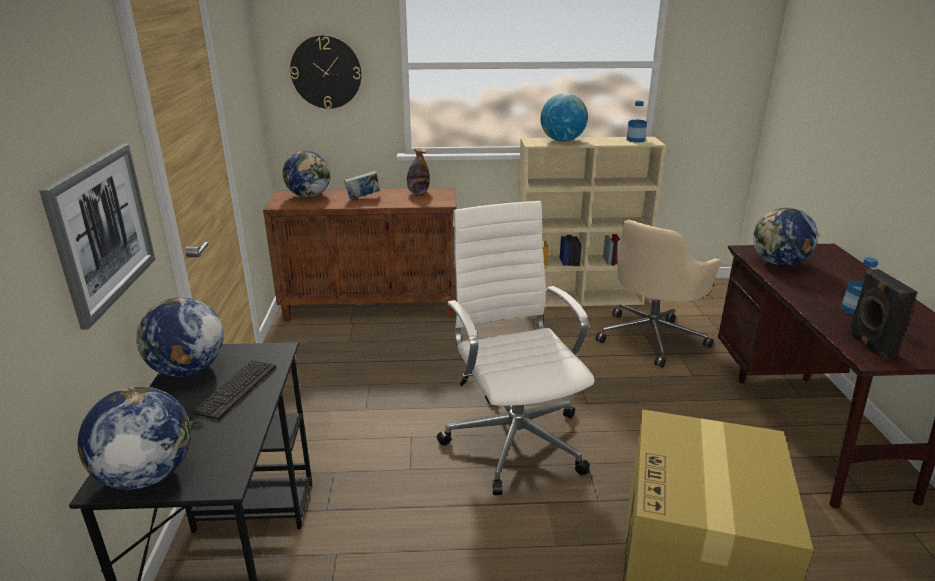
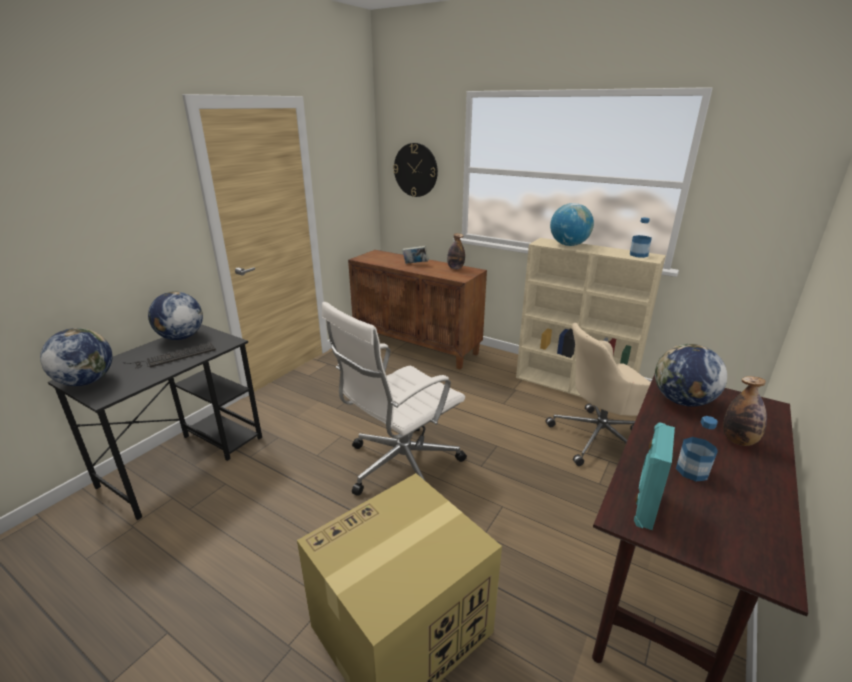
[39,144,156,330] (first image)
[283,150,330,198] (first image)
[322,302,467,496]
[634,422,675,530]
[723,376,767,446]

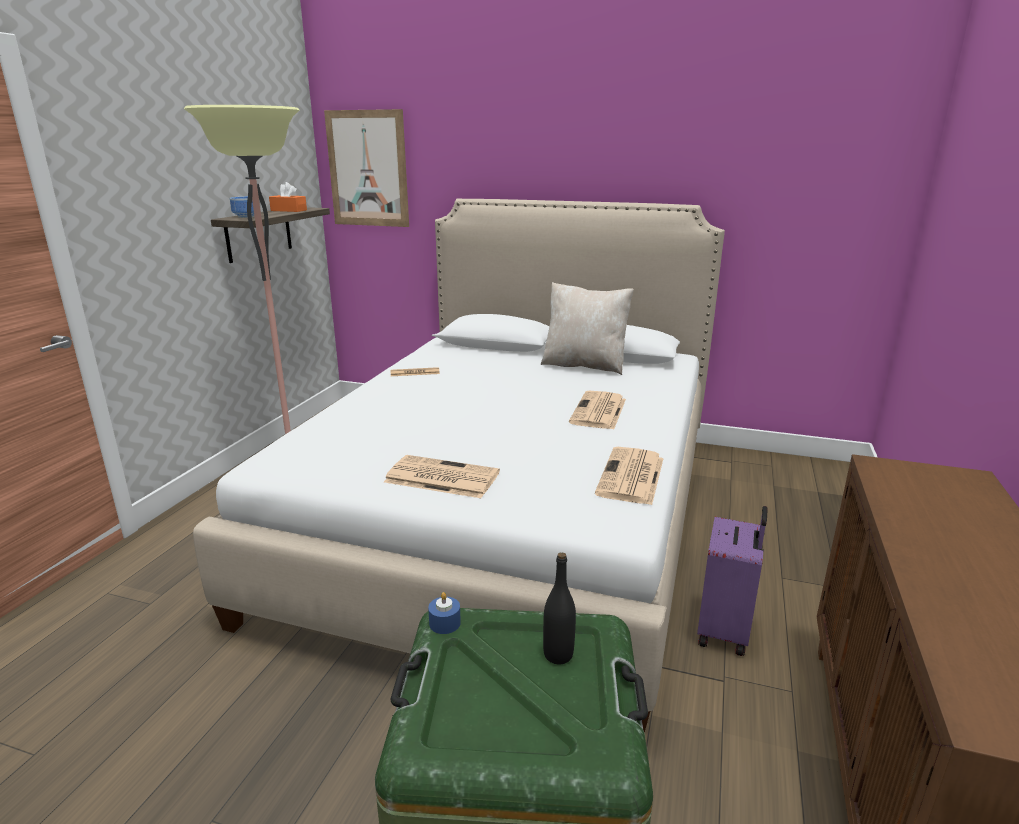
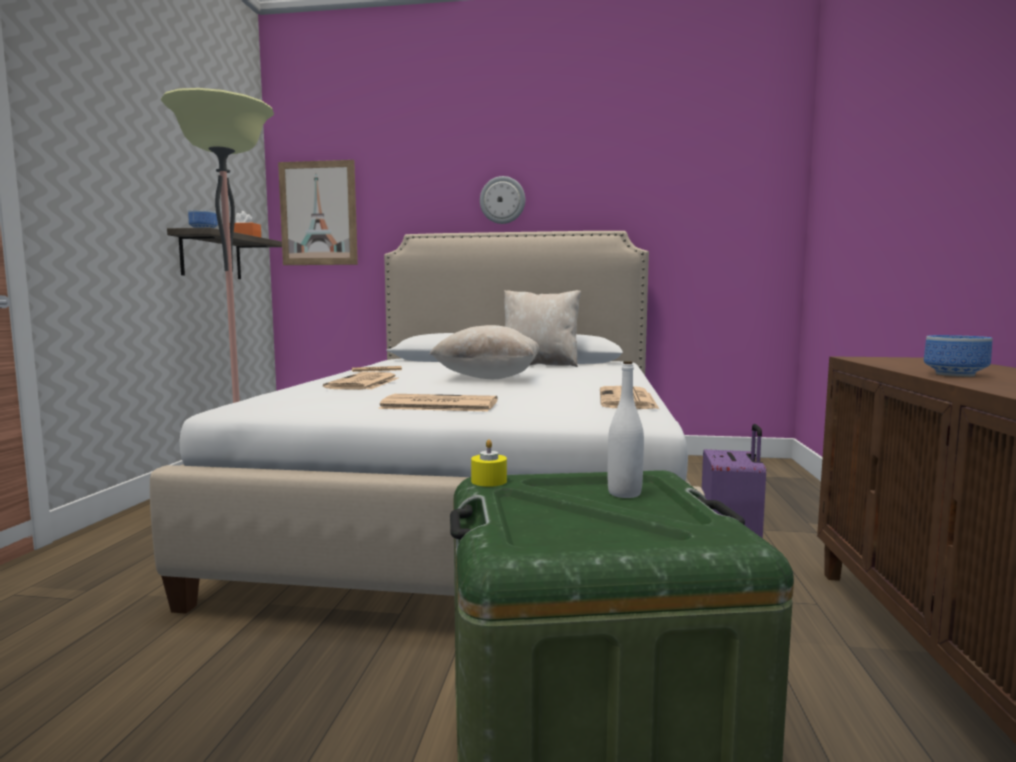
[323,372,398,390]
[608,361,644,498]
[471,439,507,487]
[480,176,525,224]
[429,325,540,379]
[924,335,992,377]

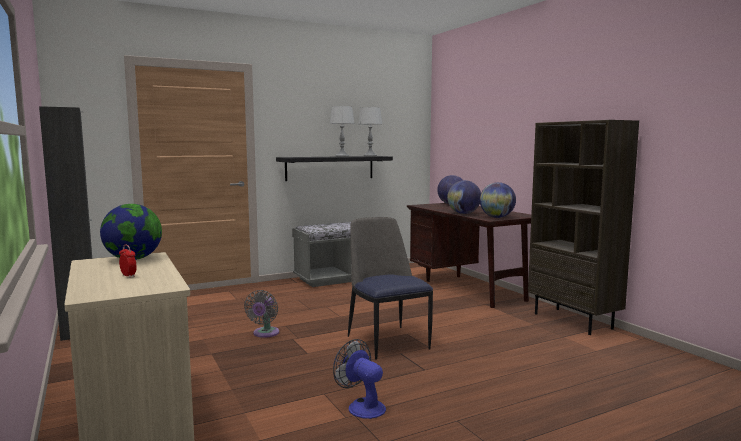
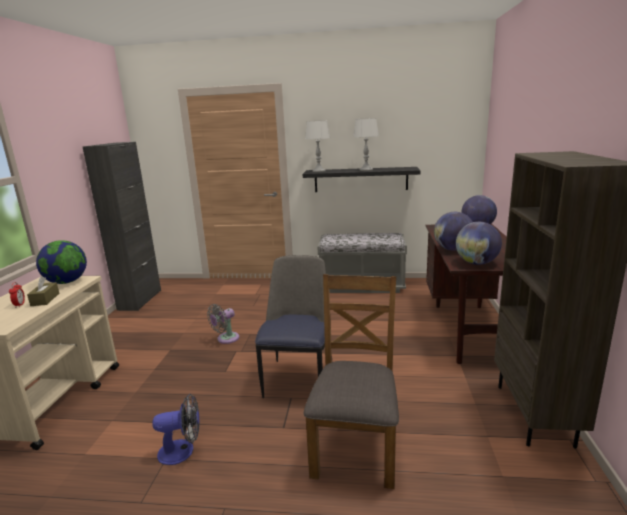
[305,120,330,172]
[152,394,199,465]
[304,274,399,489]
[27,276,59,306]

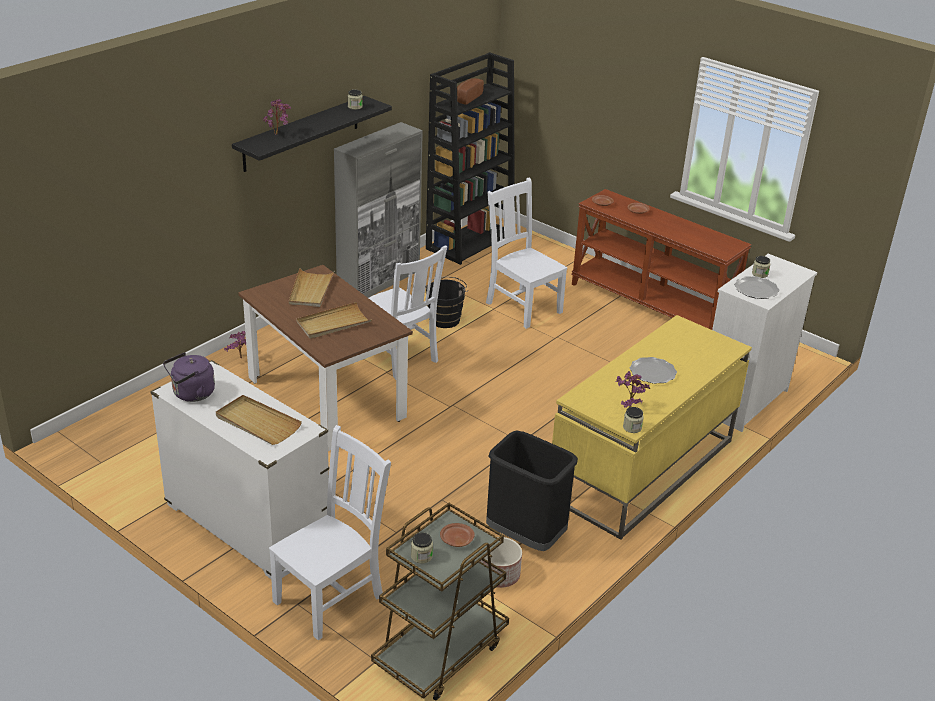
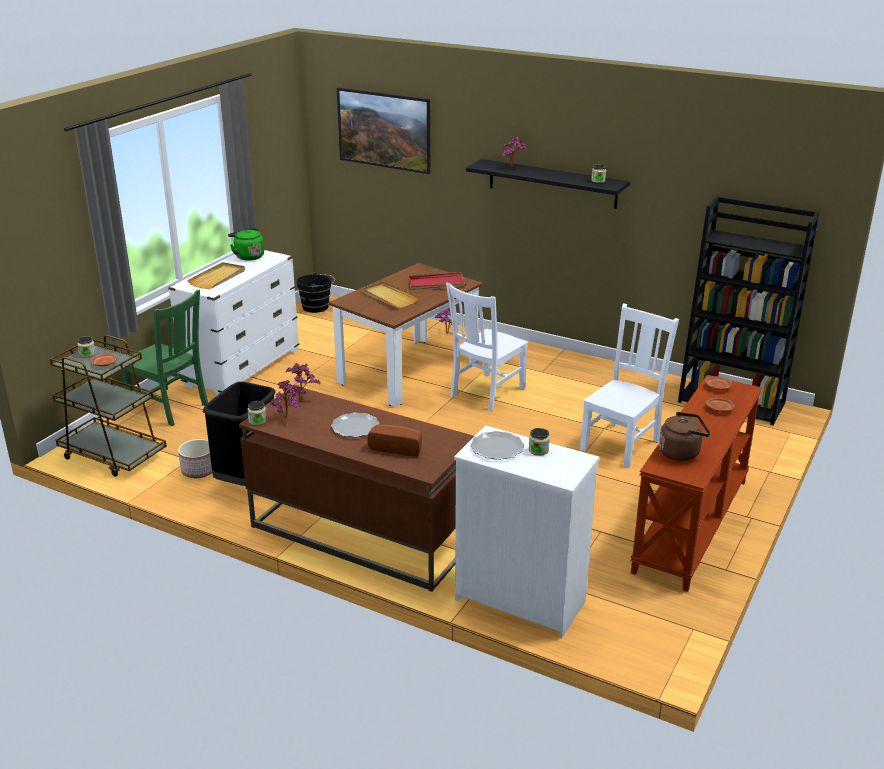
[368,424,422,456]
[334,122,423,298] (first image)
[409,272,466,290]
[297,272,335,313]
[239,387,474,592]
[228,228,264,261]
[121,290,208,426]
[337,87,430,174]
[285,363,321,401]
[659,412,710,461]

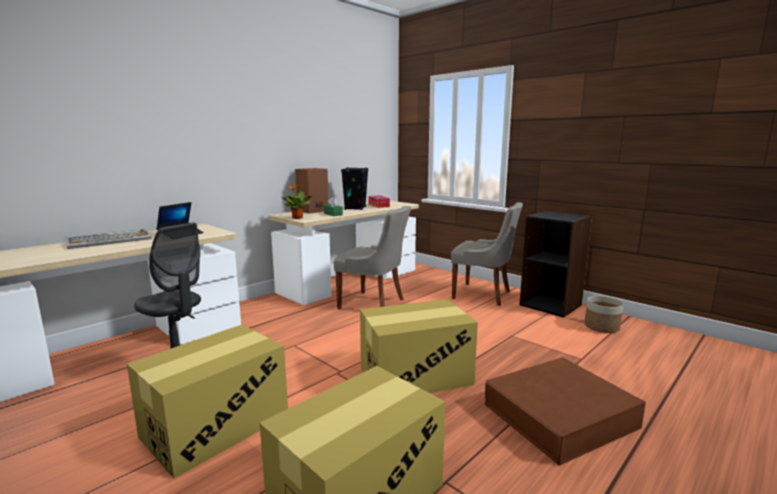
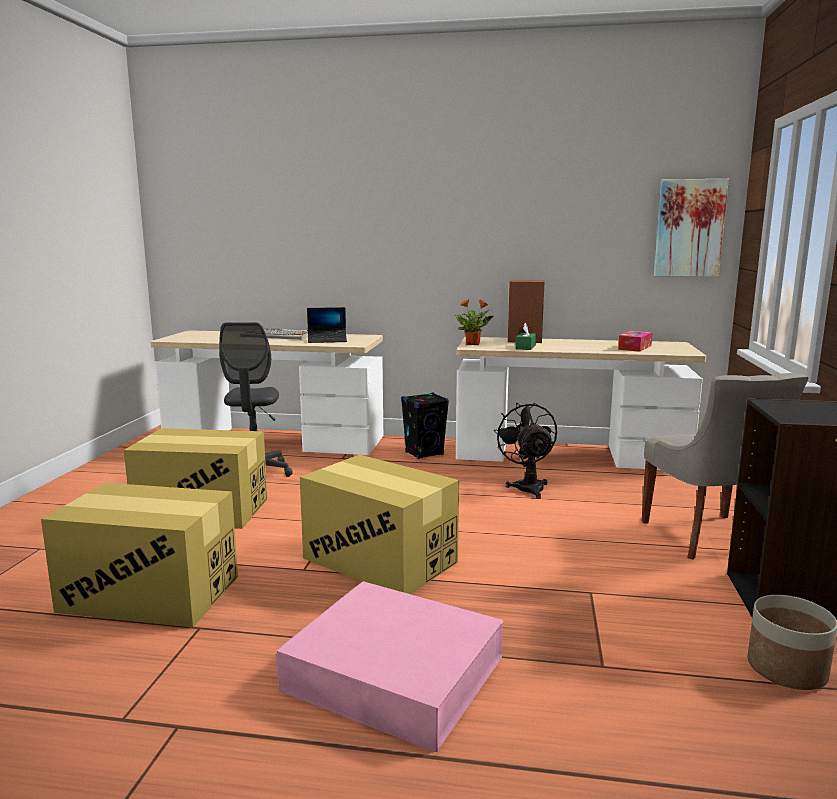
[401,392,449,459]
[494,403,557,499]
[276,581,503,752]
[654,179,729,277]

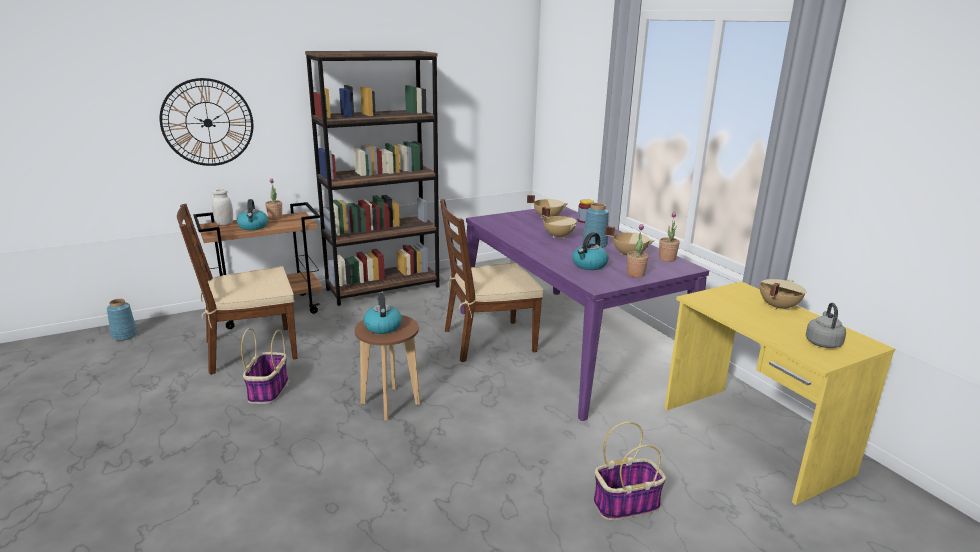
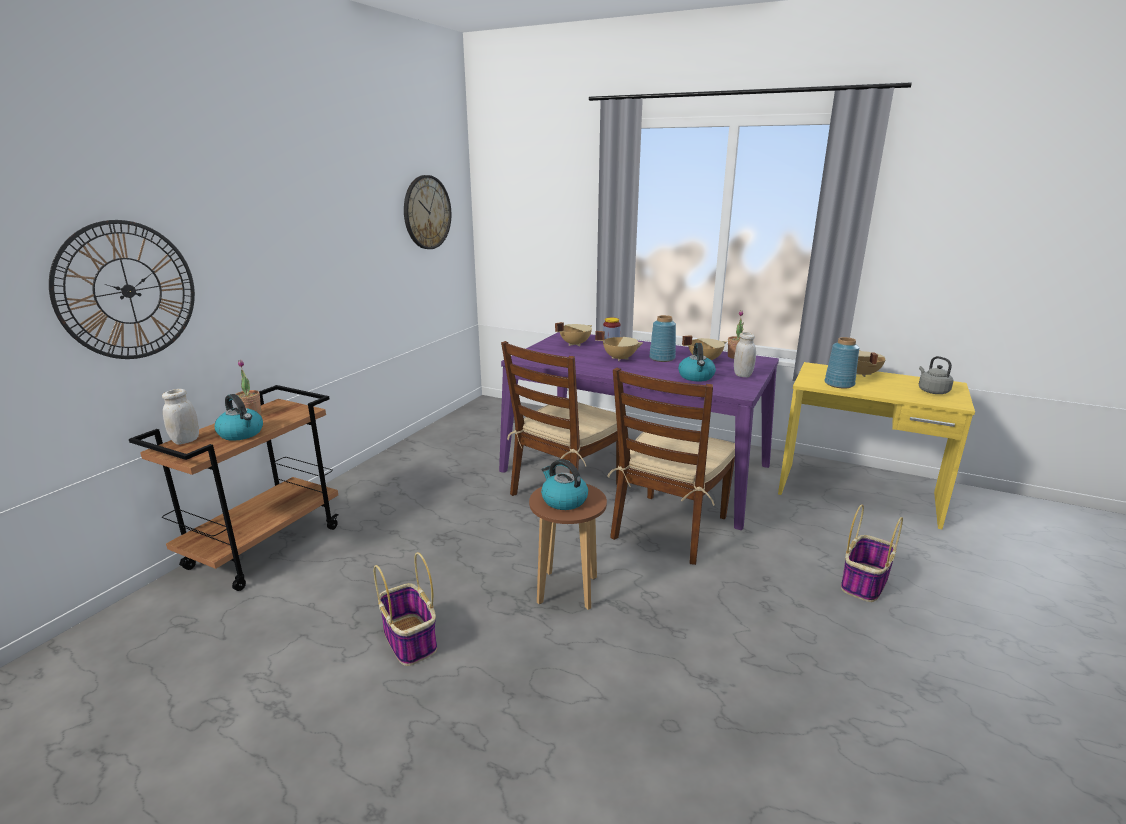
[305,51,439,306] (first image)
[607,368,735,565]
[734,332,756,377]
[824,337,859,388]
[404,175,451,249]

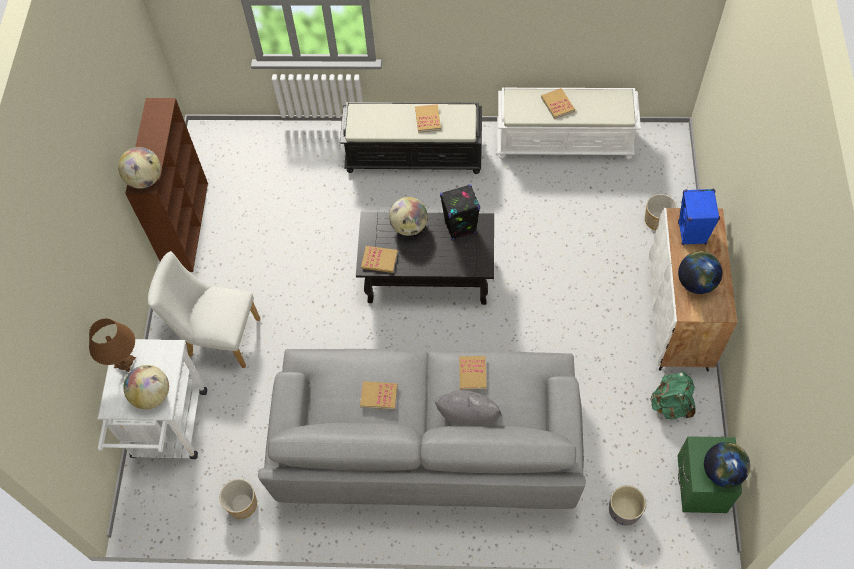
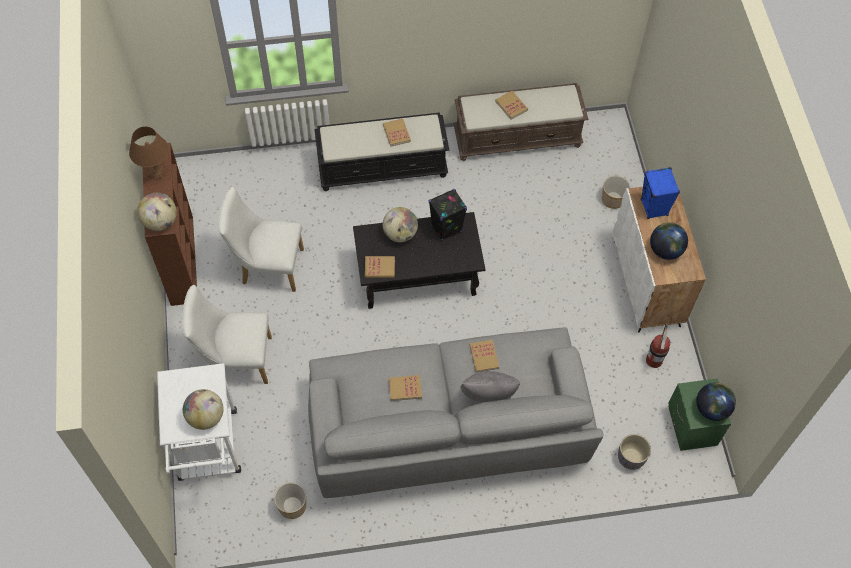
[453,83,589,161]
[129,127,169,180]
[646,323,670,368]
[218,187,304,292]

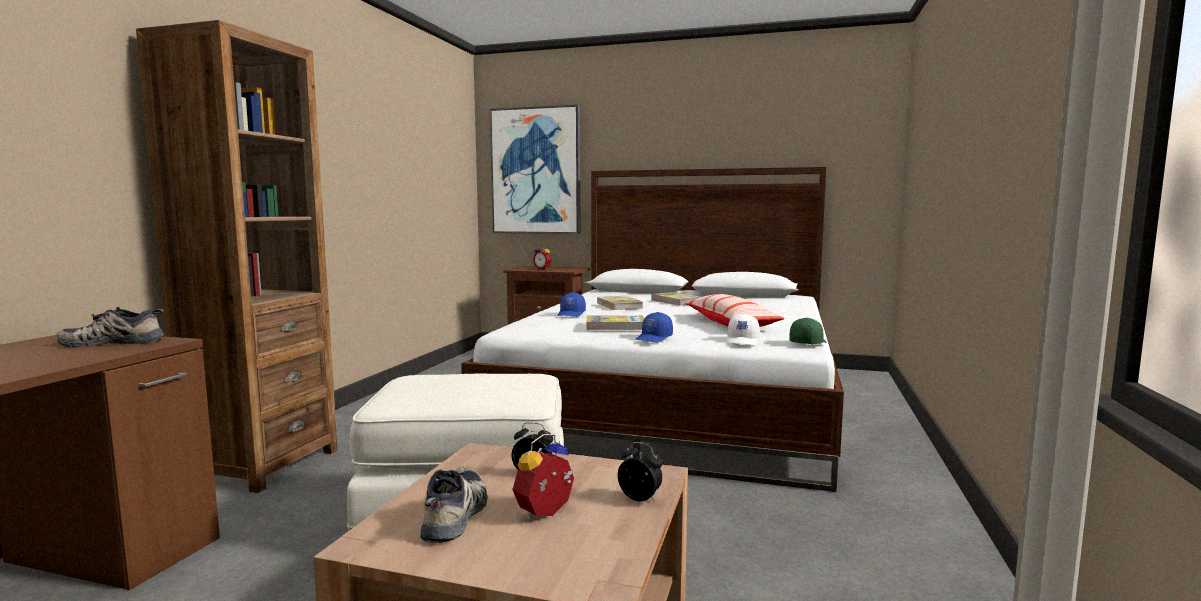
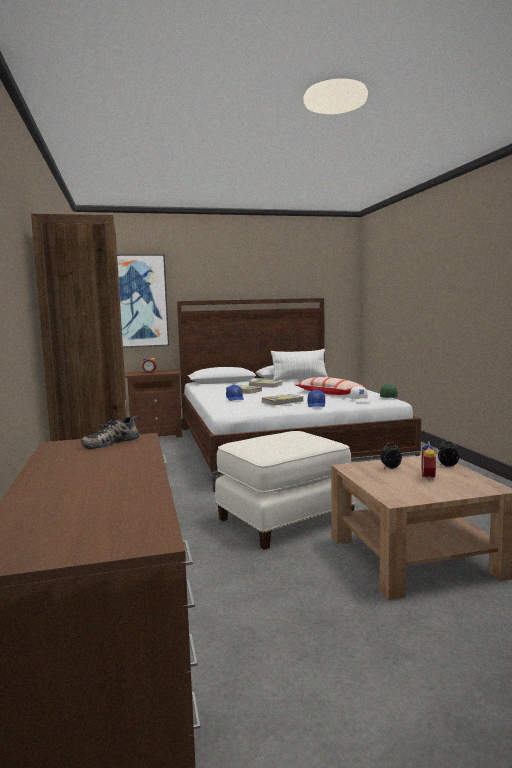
[421,466,488,543] (first image)
[271,349,328,381]

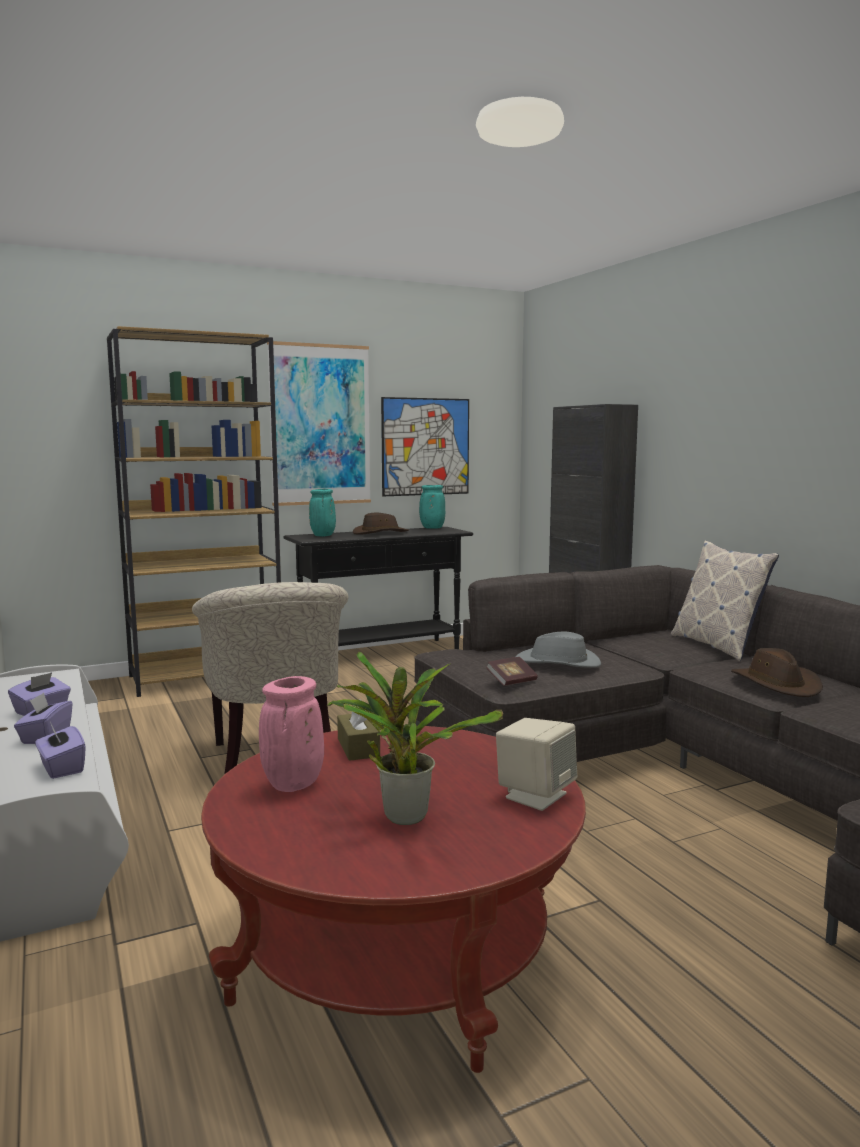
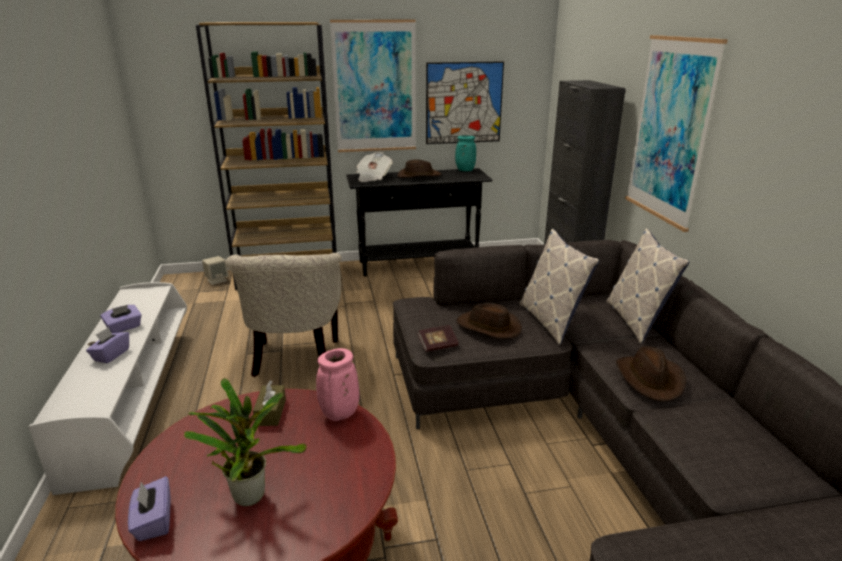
[356,152,392,182]
[456,303,522,339]
[316,348,360,421]
[202,256,229,285]
[128,476,170,541]
[625,35,728,232]
[519,229,599,345]

